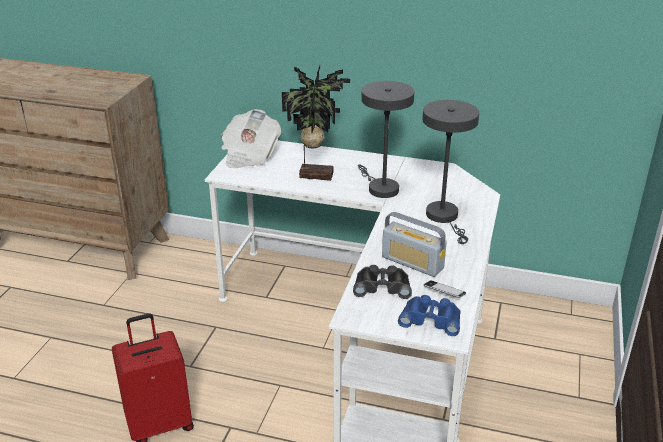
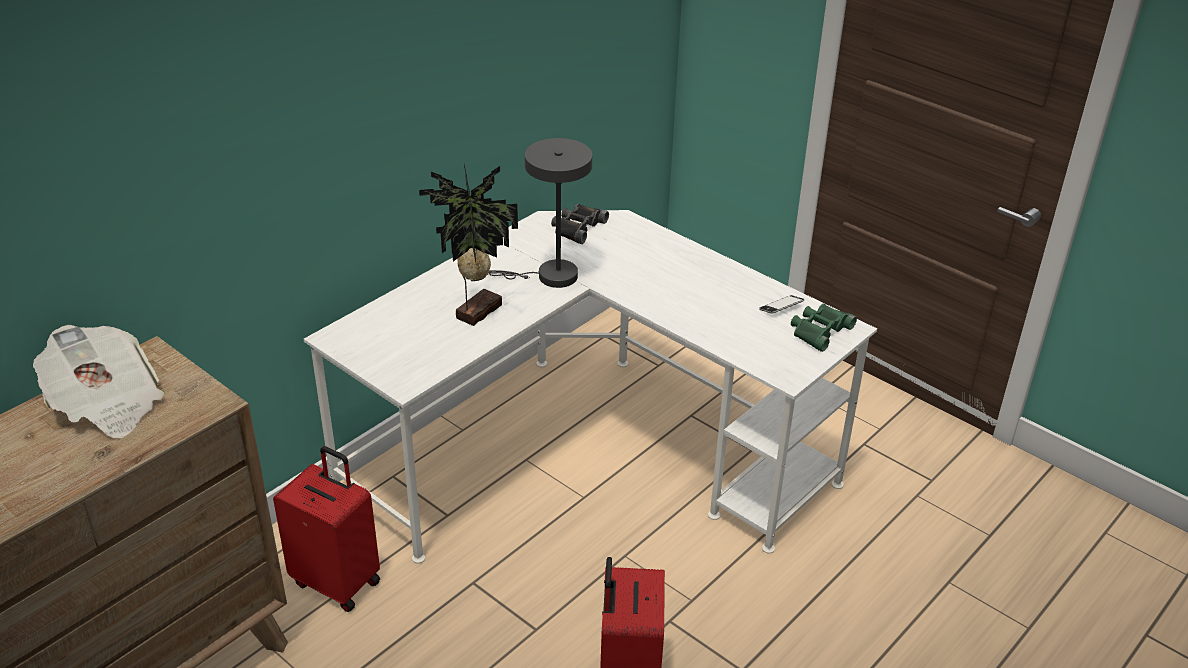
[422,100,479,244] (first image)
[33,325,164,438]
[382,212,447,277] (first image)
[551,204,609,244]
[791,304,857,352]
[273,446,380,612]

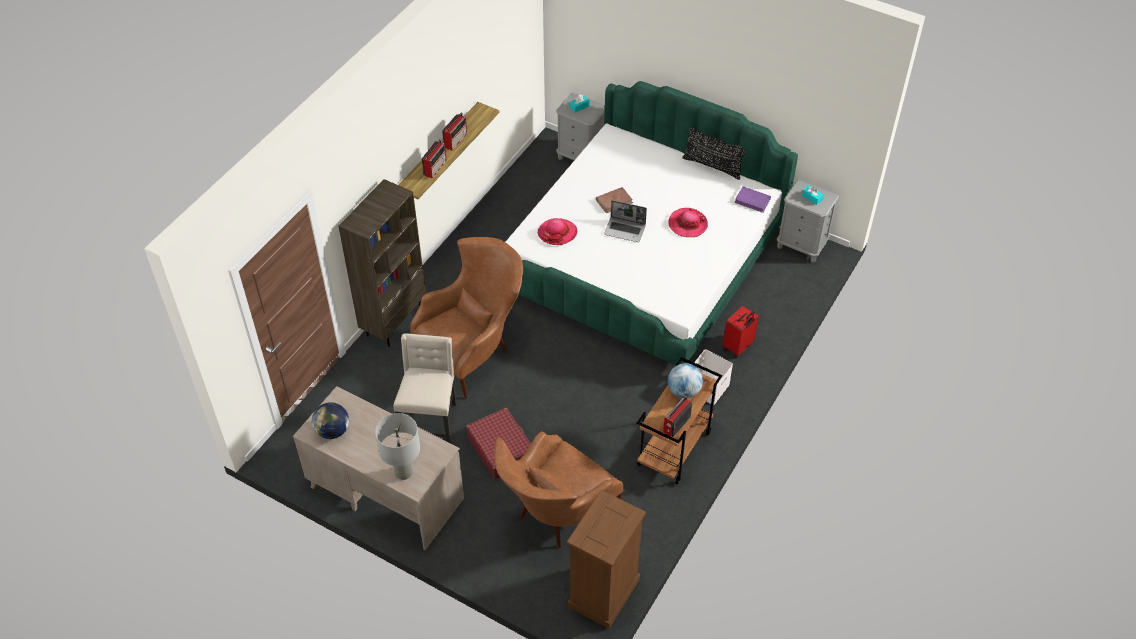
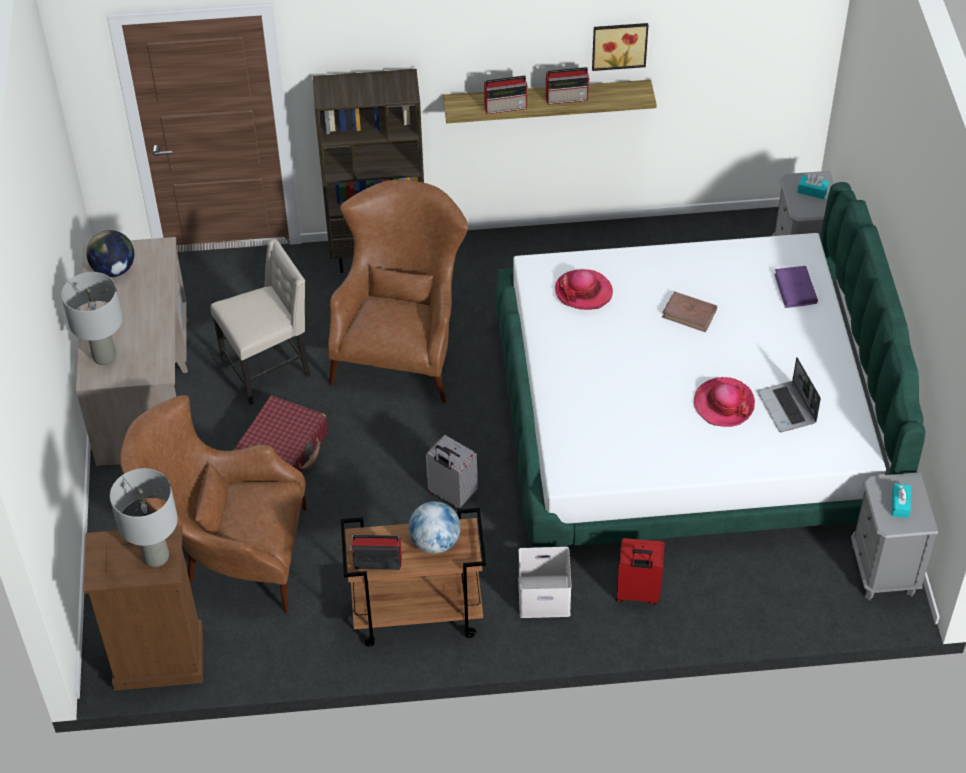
[682,127,745,180] (first image)
[774,266,818,308]
[757,357,821,432]
[328,180,468,403]
[592,23,648,71]
[426,435,478,510]
[110,468,178,567]

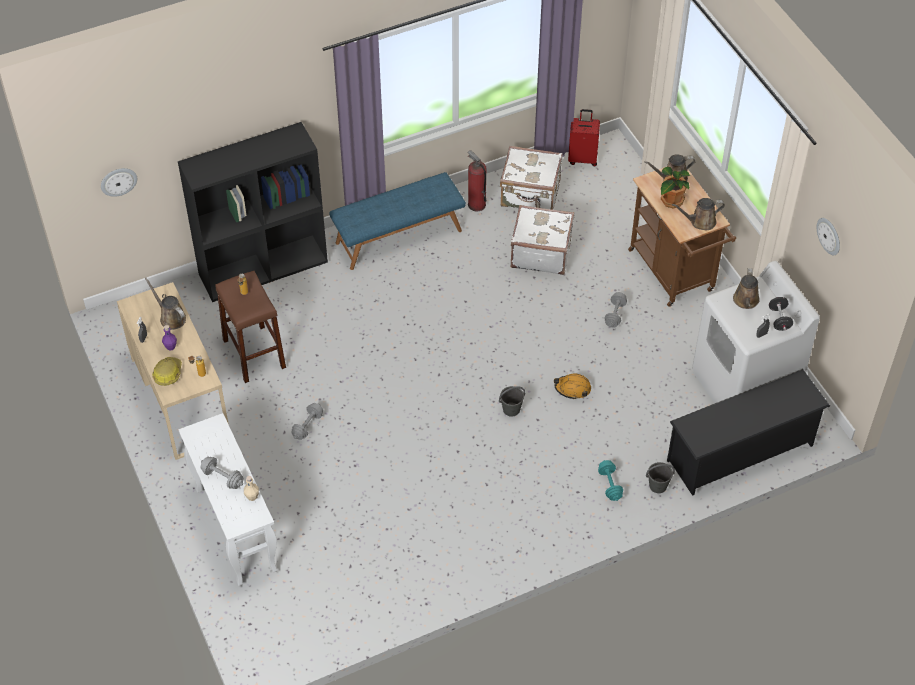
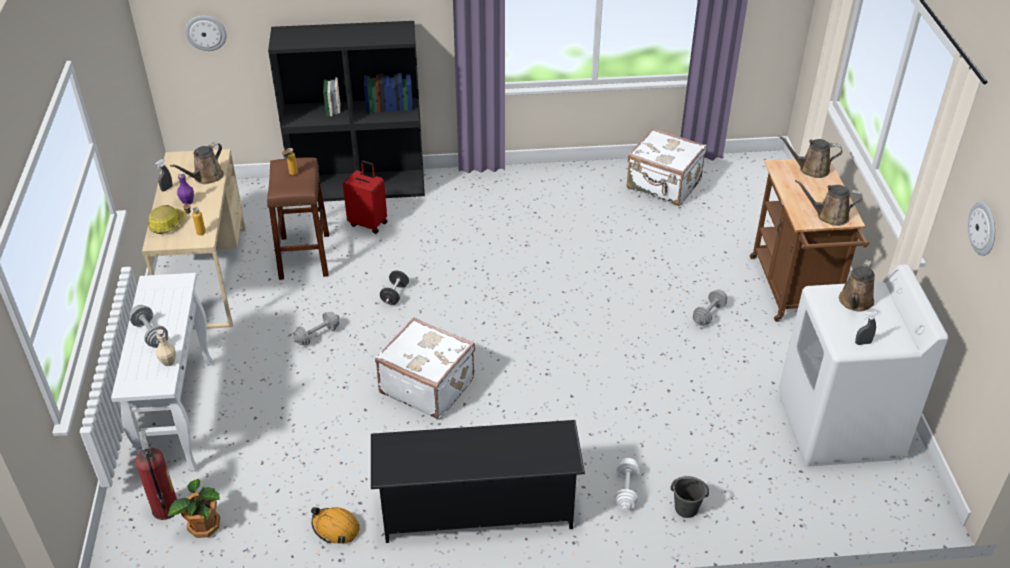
[343,160,387,234]
[135,430,177,520]
[168,479,220,538]
[329,172,466,270] (first image)
[375,318,475,419]
[170,142,224,184]
[380,271,409,305]
[371,420,585,543]
[311,507,360,544]
[499,386,525,417] (first image)
[614,458,640,510]

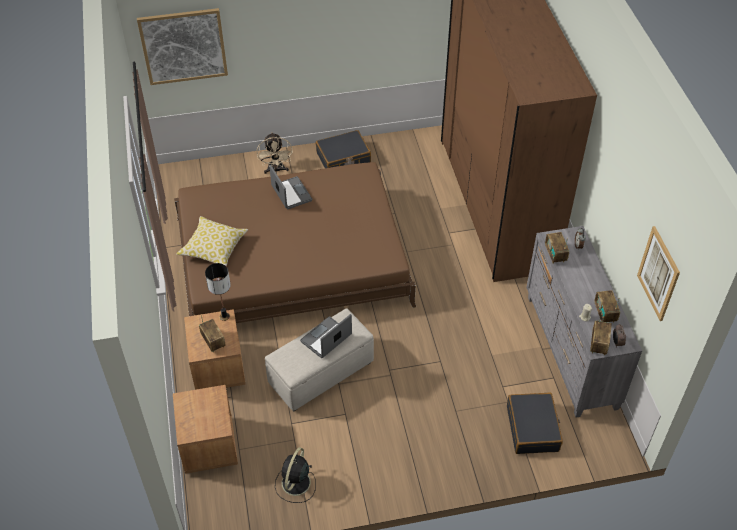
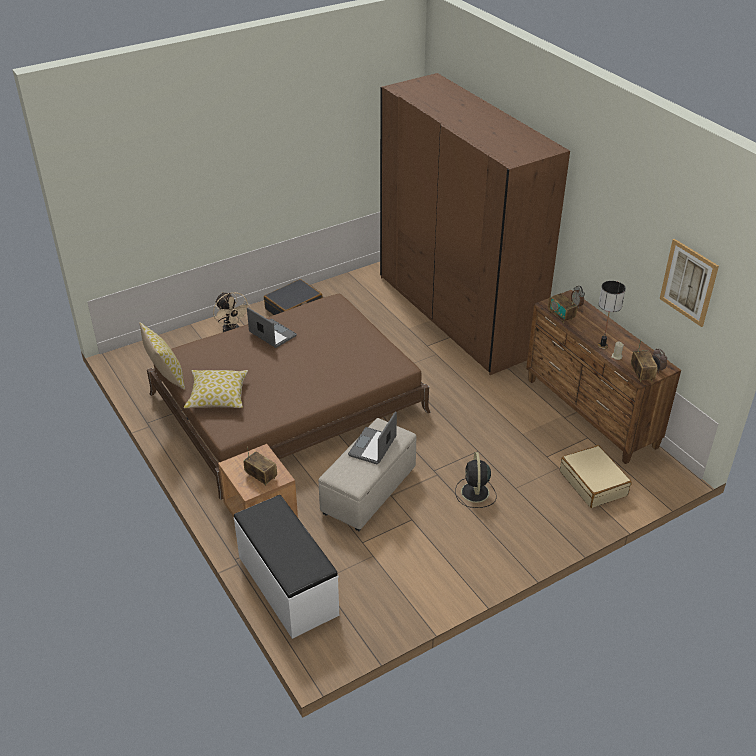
[137,8,228,85] (first image)
[526,290,681,464]
[598,281,626,349]
[594,290,620,322] (first image)
[234,495,339,639]
[560,445,632,508]
[455,452,497,508]
[139,322,185,390]

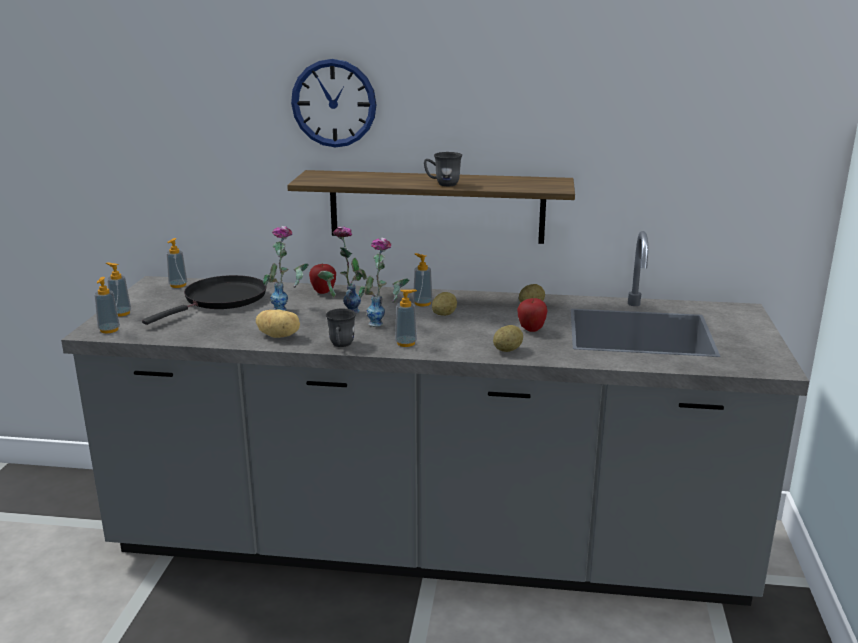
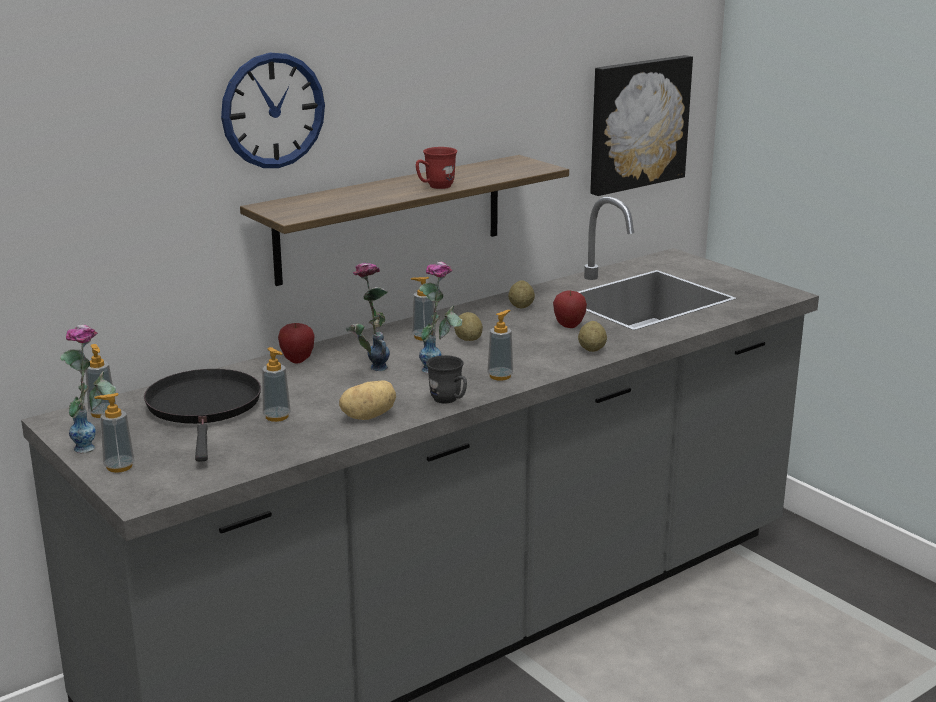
[416,147,457,189]
[60,325,116,454]
[262,347,291,422]
[590,55,693,196]

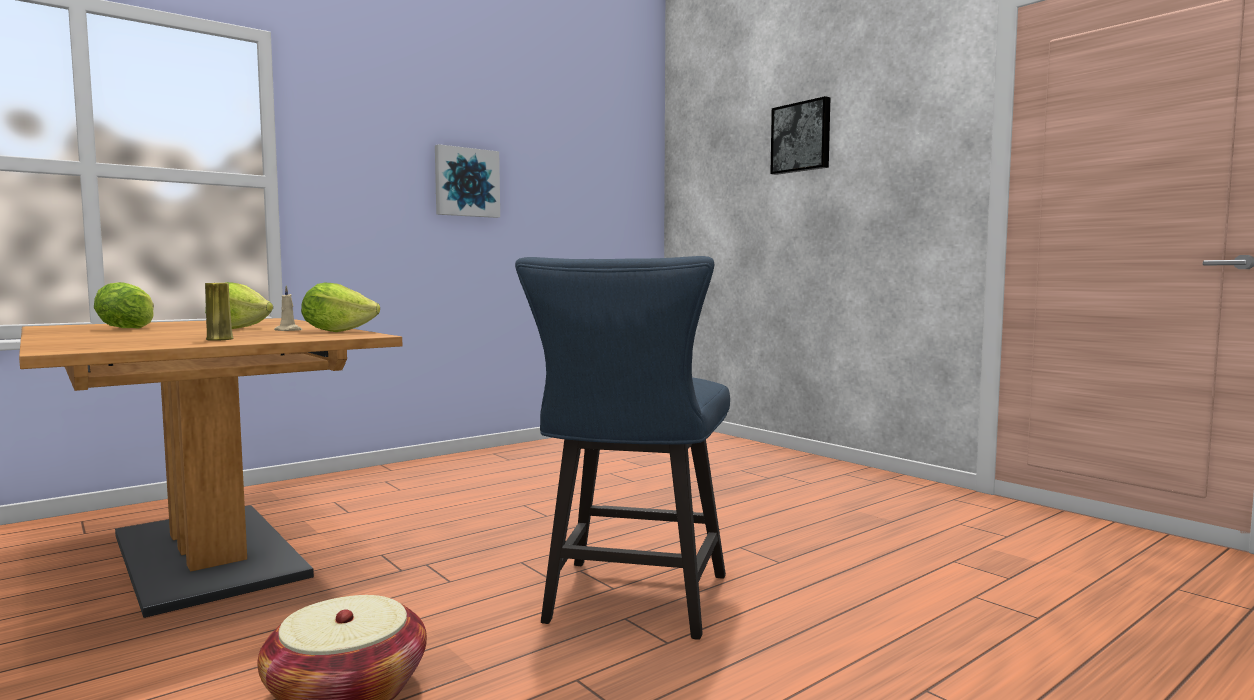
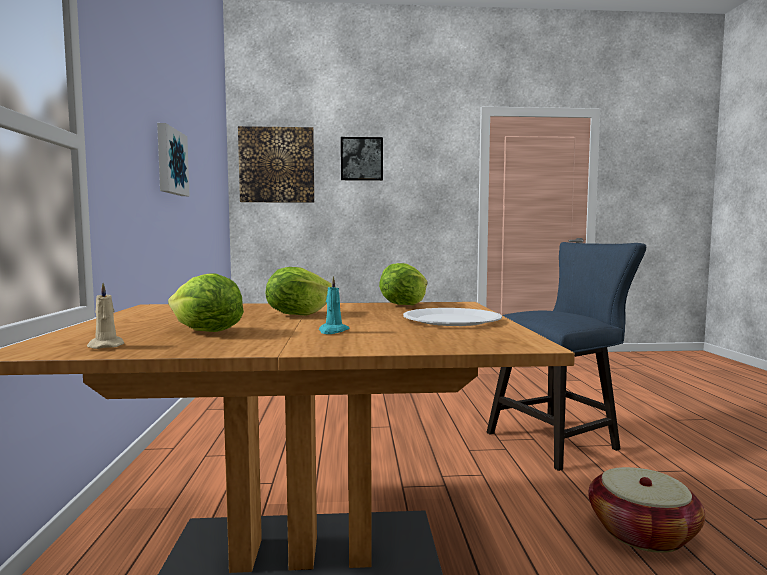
[487,242,646,471]
[403,308,502,326]
[87,283,124,349]
[238,126,314,203]
[319,276,349,334]

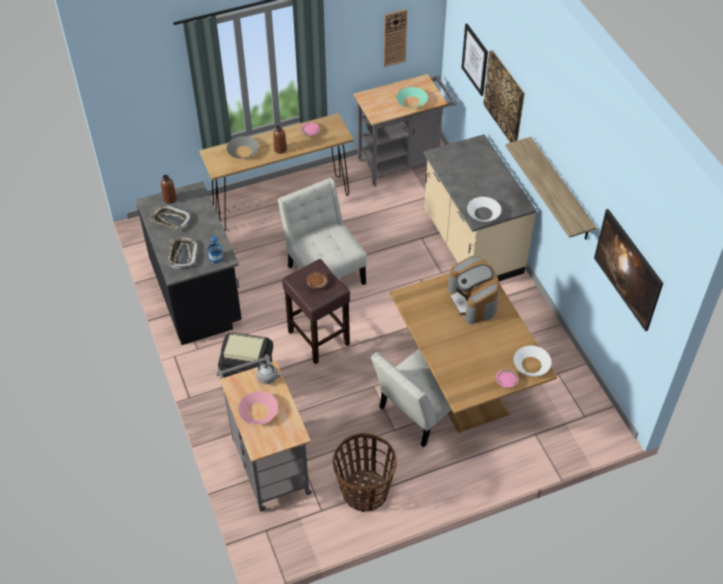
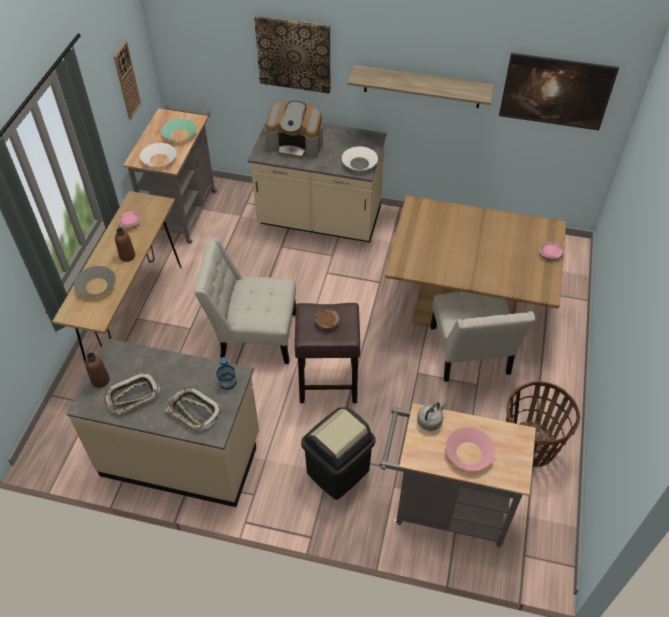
[461,24,488,96] (first image)
[66,338,259,507]
[265,101,323,159]
[140,143,176,167]

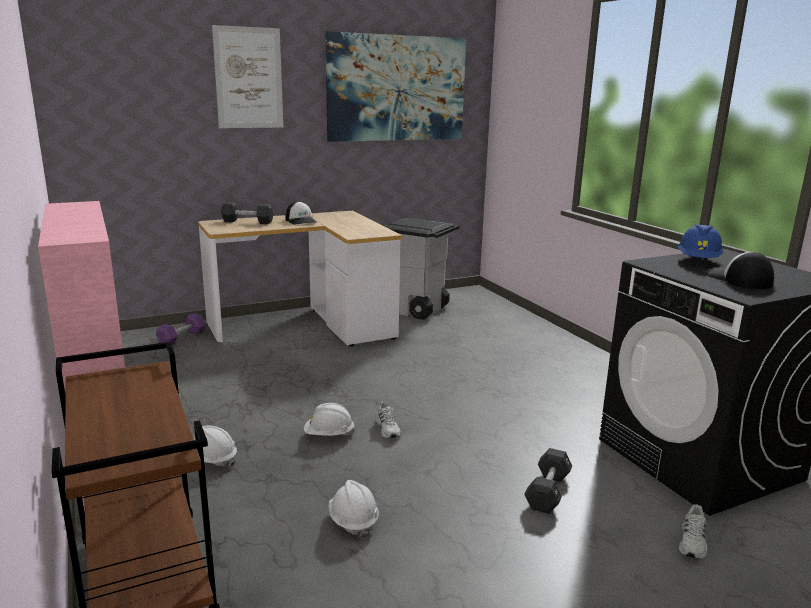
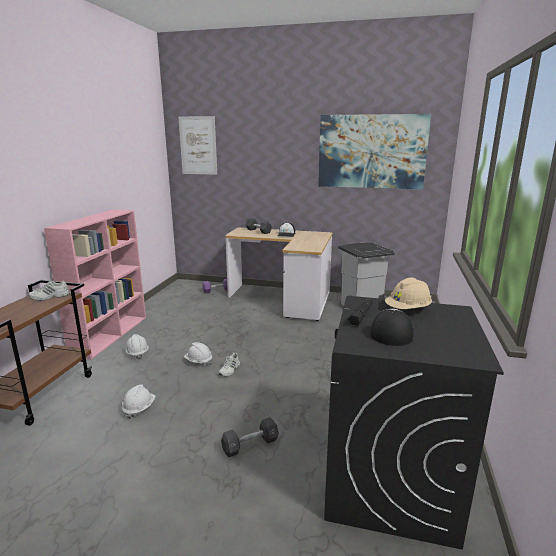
[178,116,217,175]
[385,277,432,309]
[28,281,70,301]
[347,298,373,327]

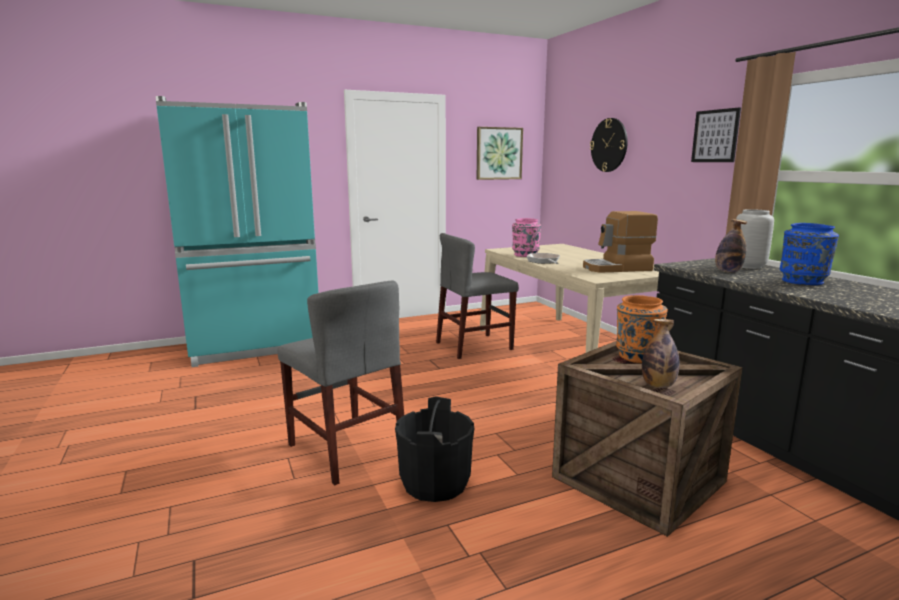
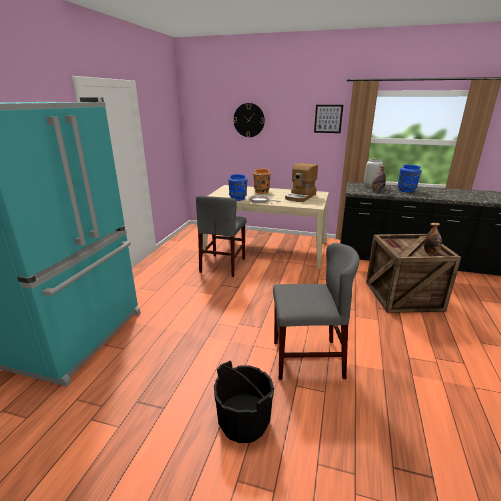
[477,127,523,180] (first image)
[228,174,247,201]
[253,169,271,193]
[214,360,274,443]

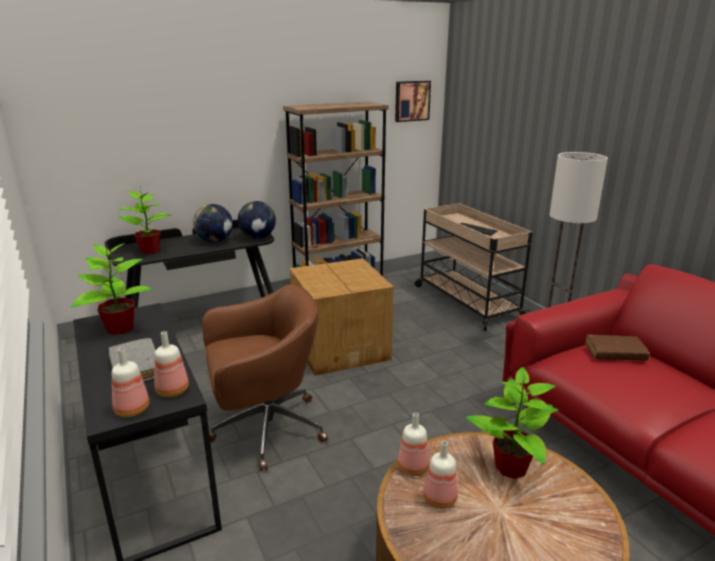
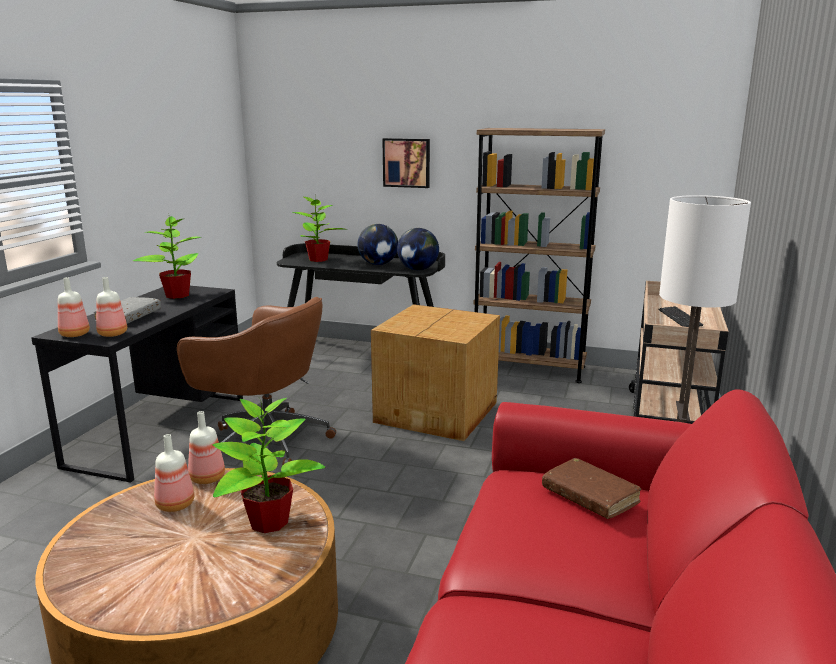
[382,138,430,188]

